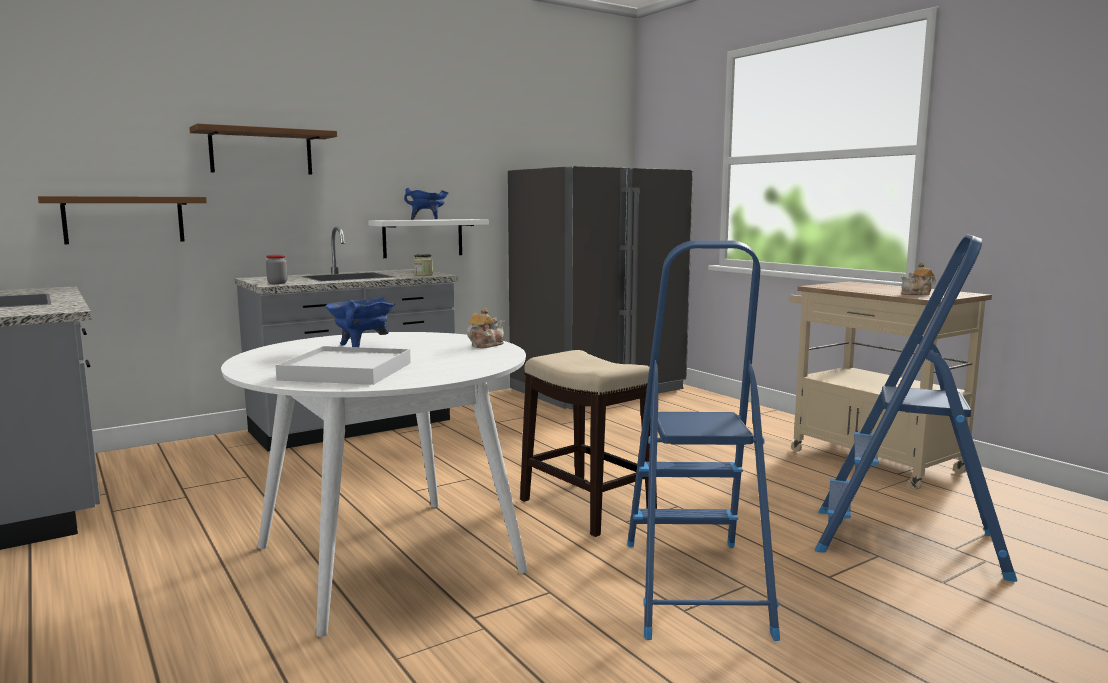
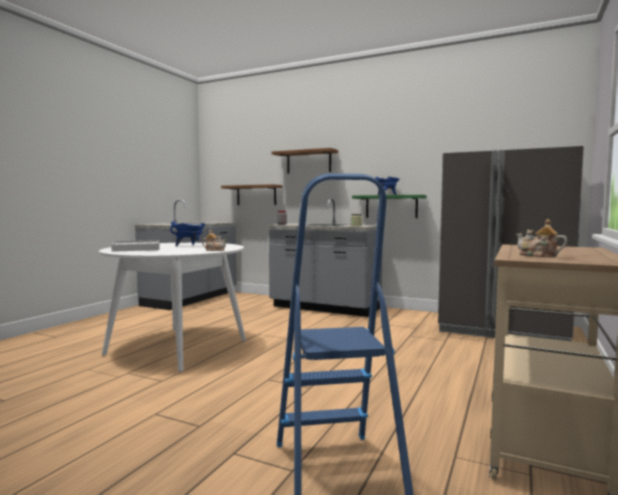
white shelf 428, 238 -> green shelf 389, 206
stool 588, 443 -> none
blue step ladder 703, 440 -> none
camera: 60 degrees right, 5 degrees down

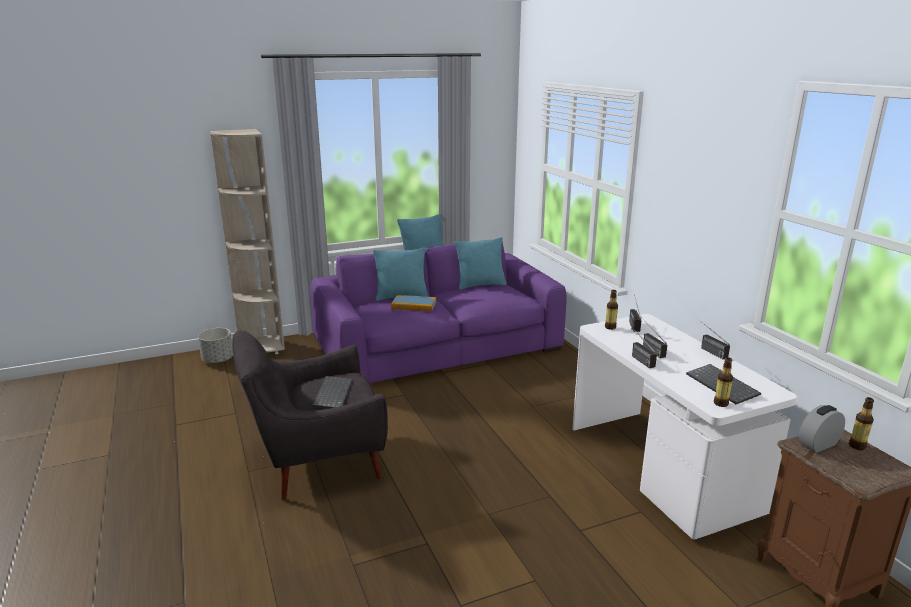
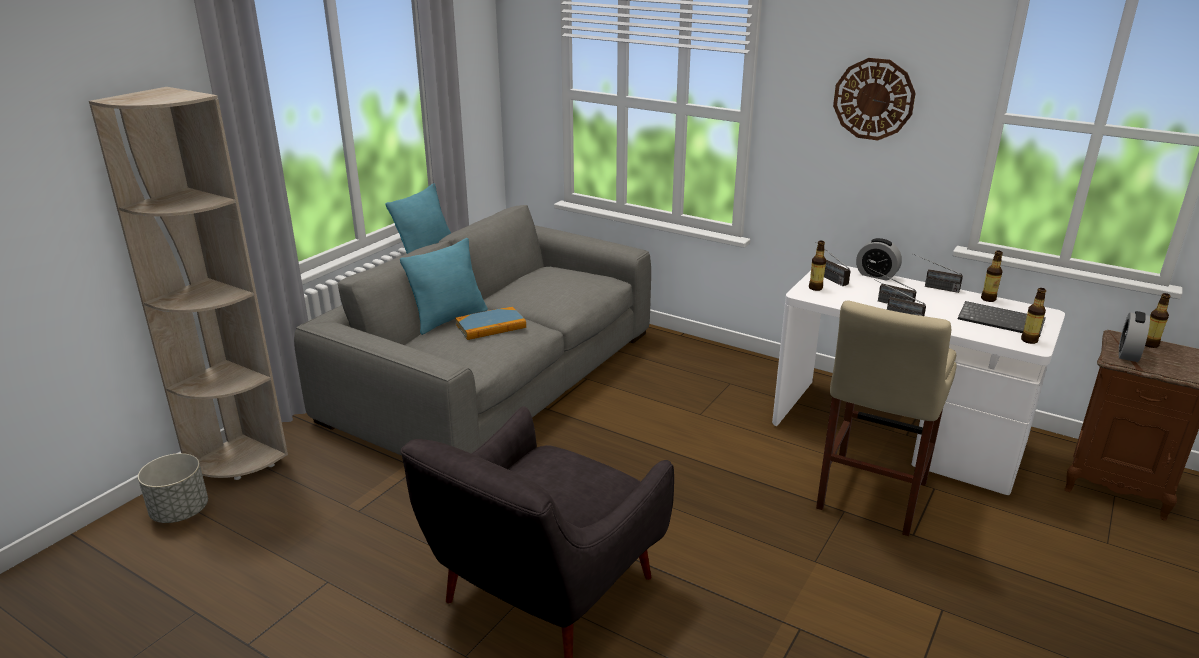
purple sofa 438, 311 -> grey sofa 472, 330
none -> beige stool 886, 418
none -> wall clock 874, 99
none -> alarm clock 879, 259
none -> bottle 992, 276
keyboard 332, 392 -> none
turquoise pillow 481, 263 -> none
camera: 35 degrees left, 5 degrees up

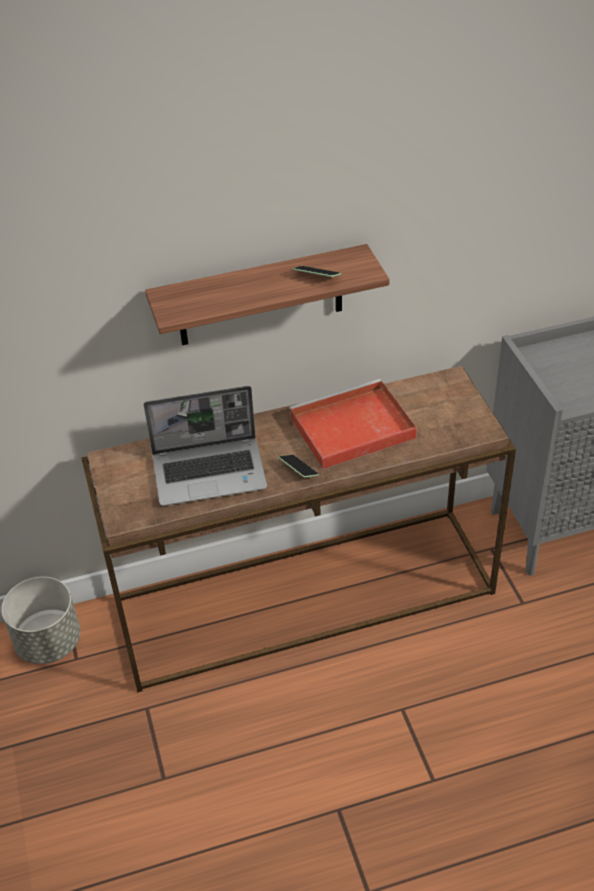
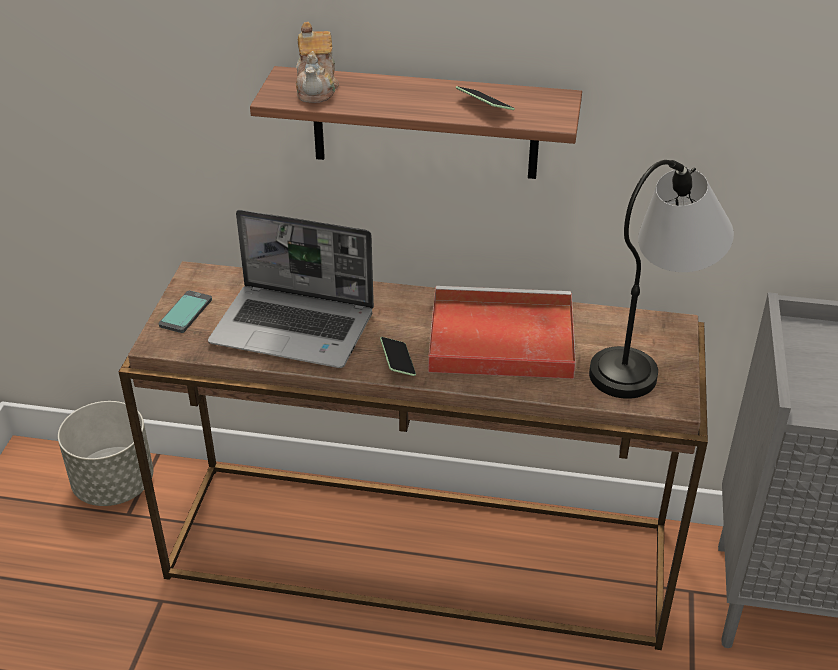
none -> phone 185, 312
none -> teapot 317, 62
none -> table lamp 661, 279
camera: 25 degrees right, 5 degrees down

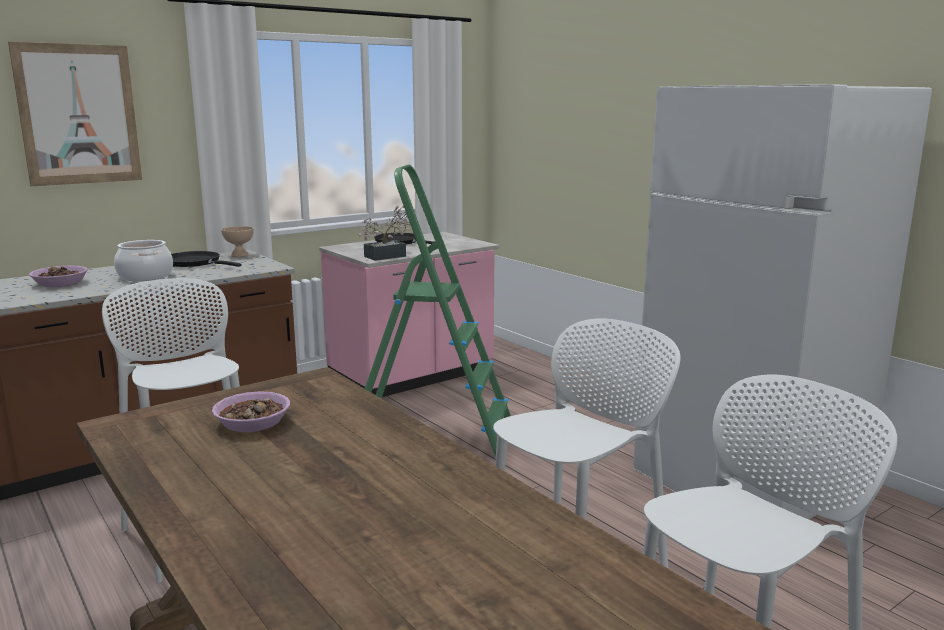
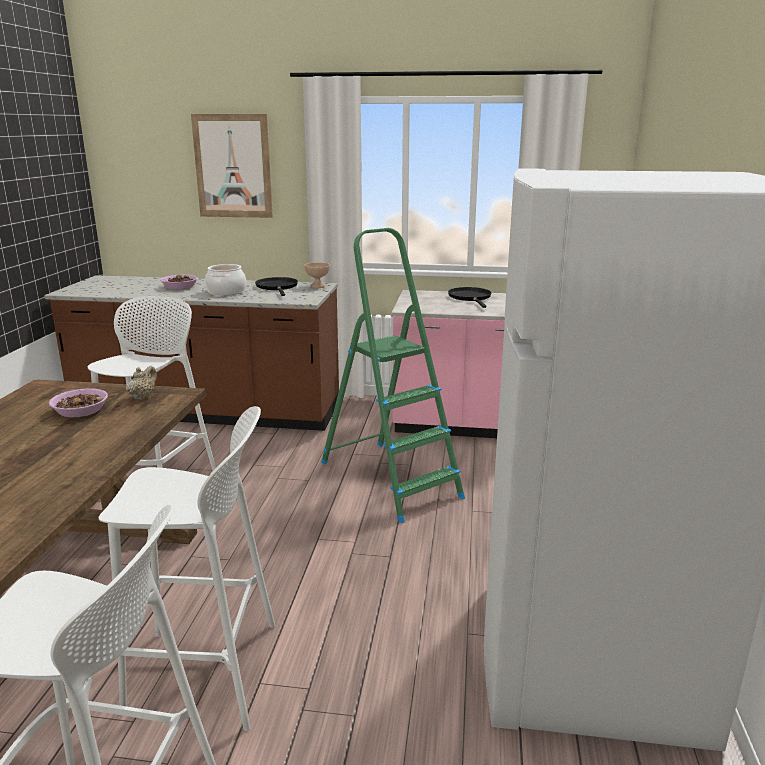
none -> beige teapot 141, 383
potted plant 386, 233 -> none
camera: 45 degrees right, 5 degrees up

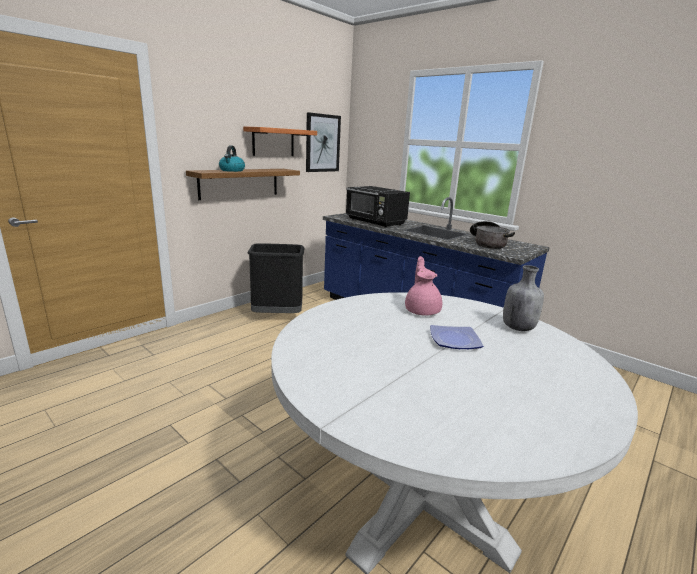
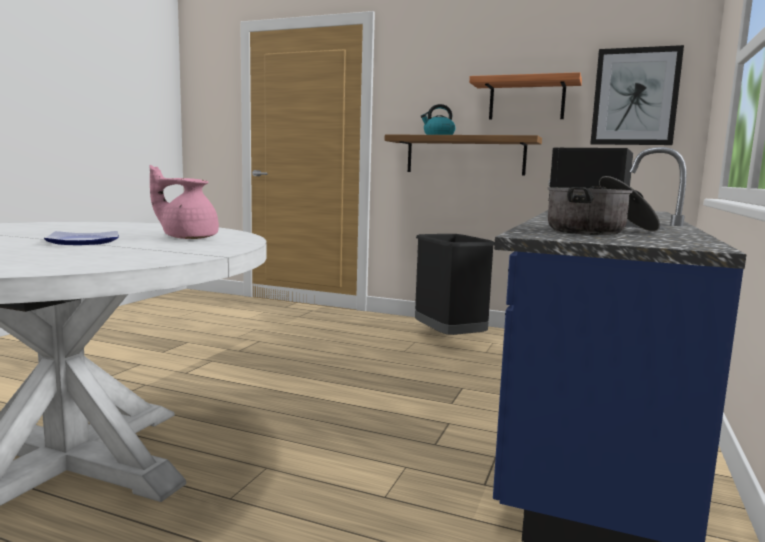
pink teapot 423, 286 -> pink teapot 184, 202, 150 degrees counterclockwise
grey bottle 523, 298 -> none
camera: 70 degrees right, 10 degrees down

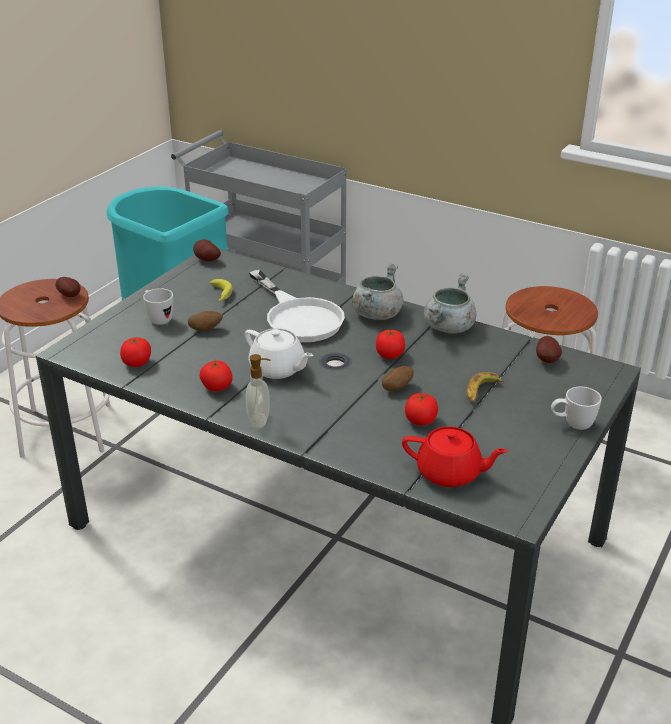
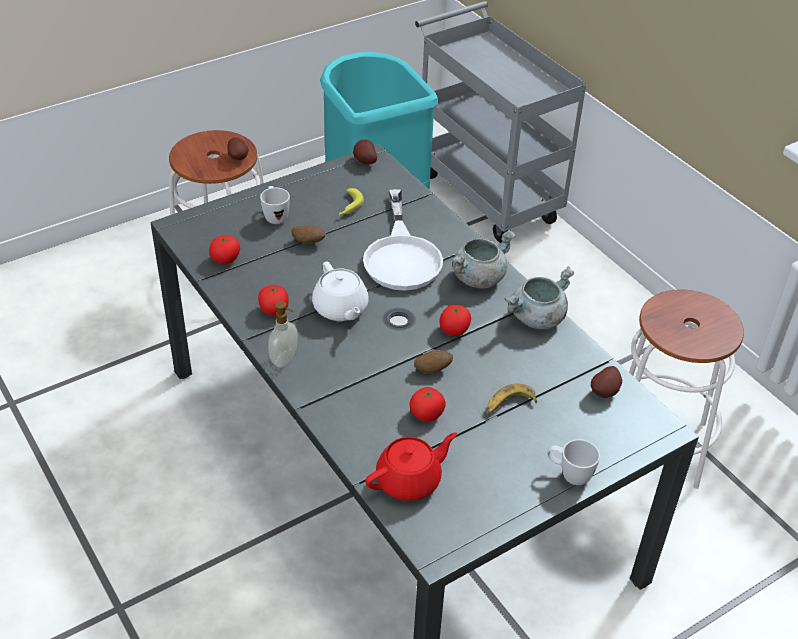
red teapot 455, 456 -> red teapot 411, 466, 75 degrees counterclockwise
camera: 25 degrees right, 10 degrees up

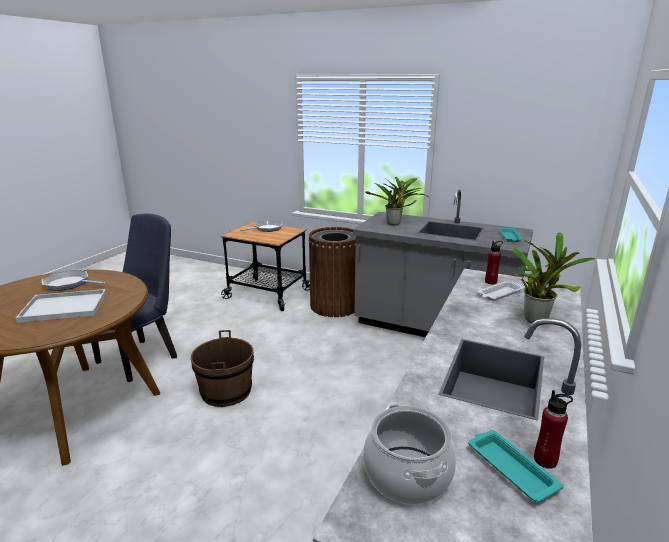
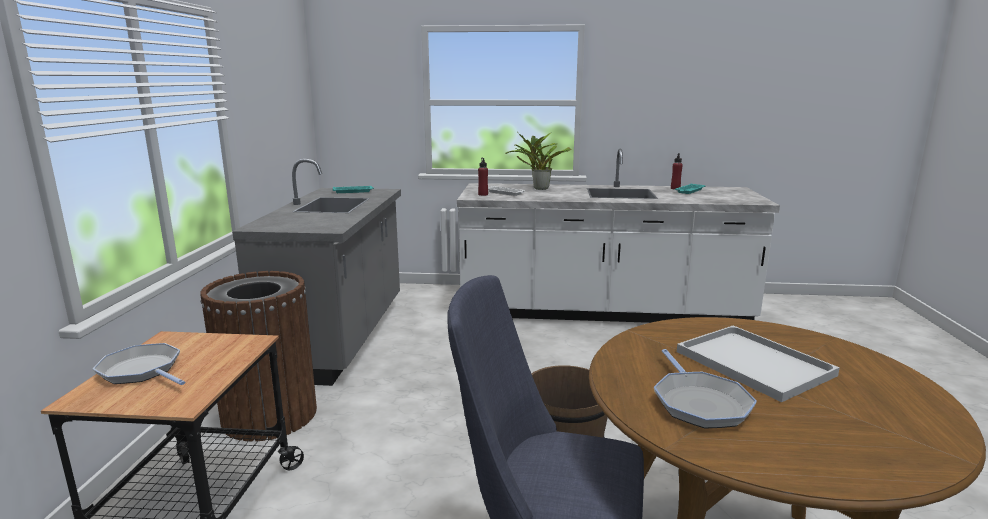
cooking pot 409, 454 -> none
potted plant 396, 201 -> none
camera: 110 degrees left, 5 degrees down

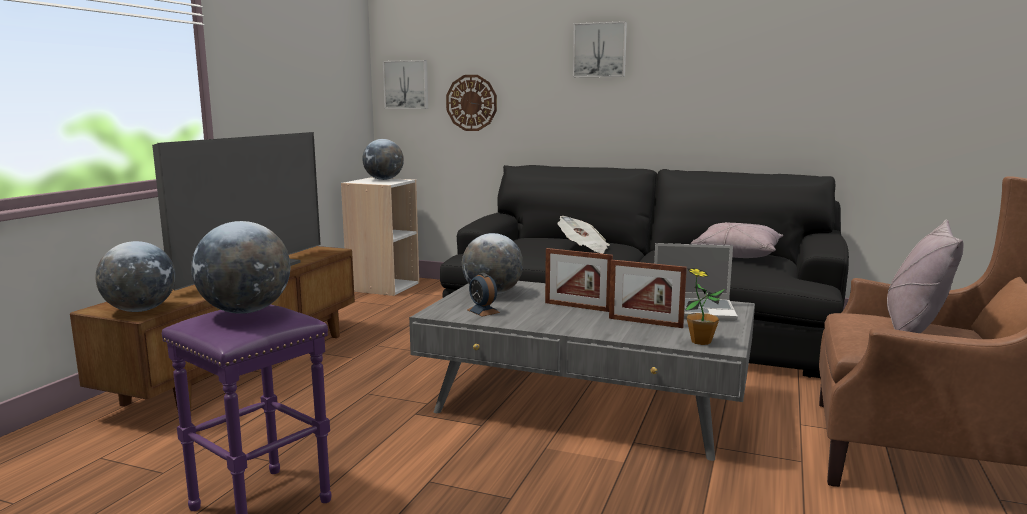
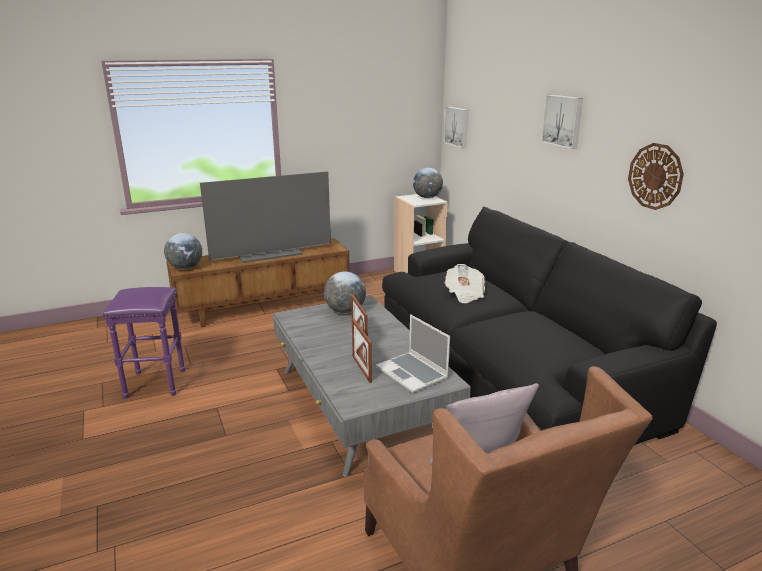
wall clock 471, 103 -> wall clock 656, 176, shifted
globe 240, 267 -> none
alarm clock 483, 295 -> none
potted plant 705, 306 -> none
purple pillow 737, 240 -> none
camera: 45 degrees right, 10 degrees up

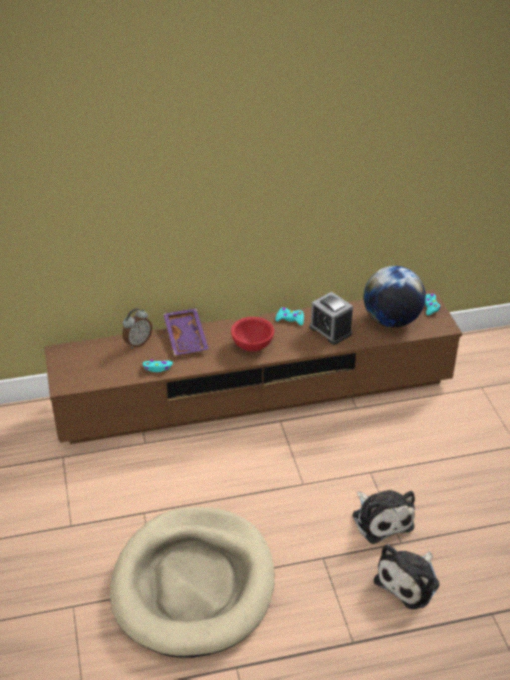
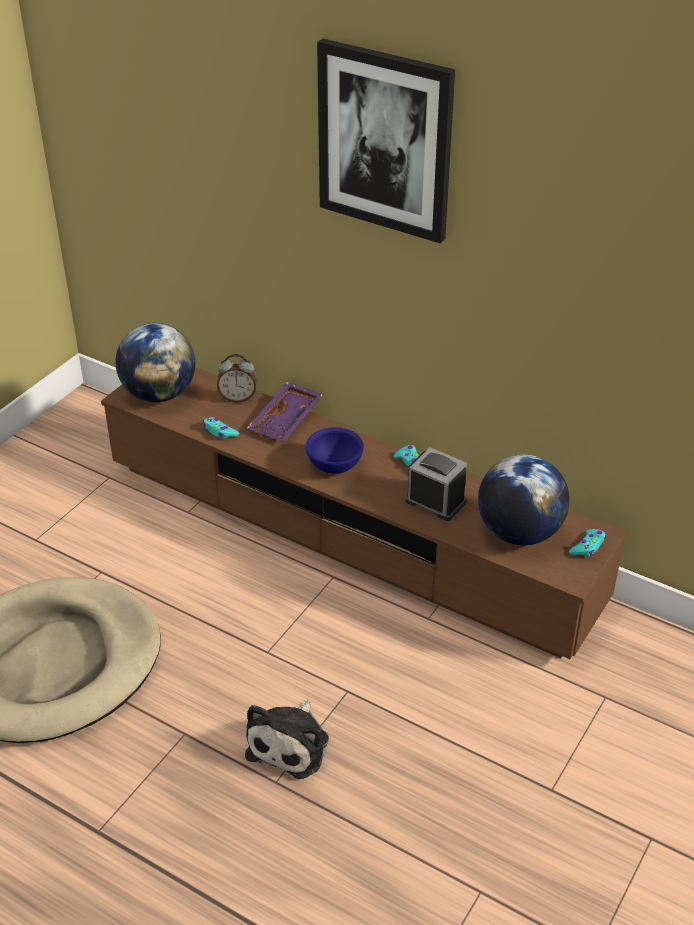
none -> globe 155, 362
red bowl 252, 334 -> blue bowl 335, 450
none -> picture 386, 141
alarm clock 331, 318 -> alarm clock 436, 484, 120 degrees clockwise
plush toy 407, 577 -> none
camera: 45 degrees right, 0 degrees up

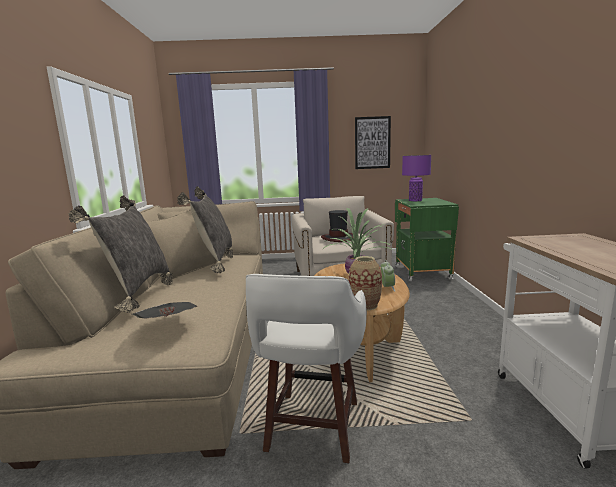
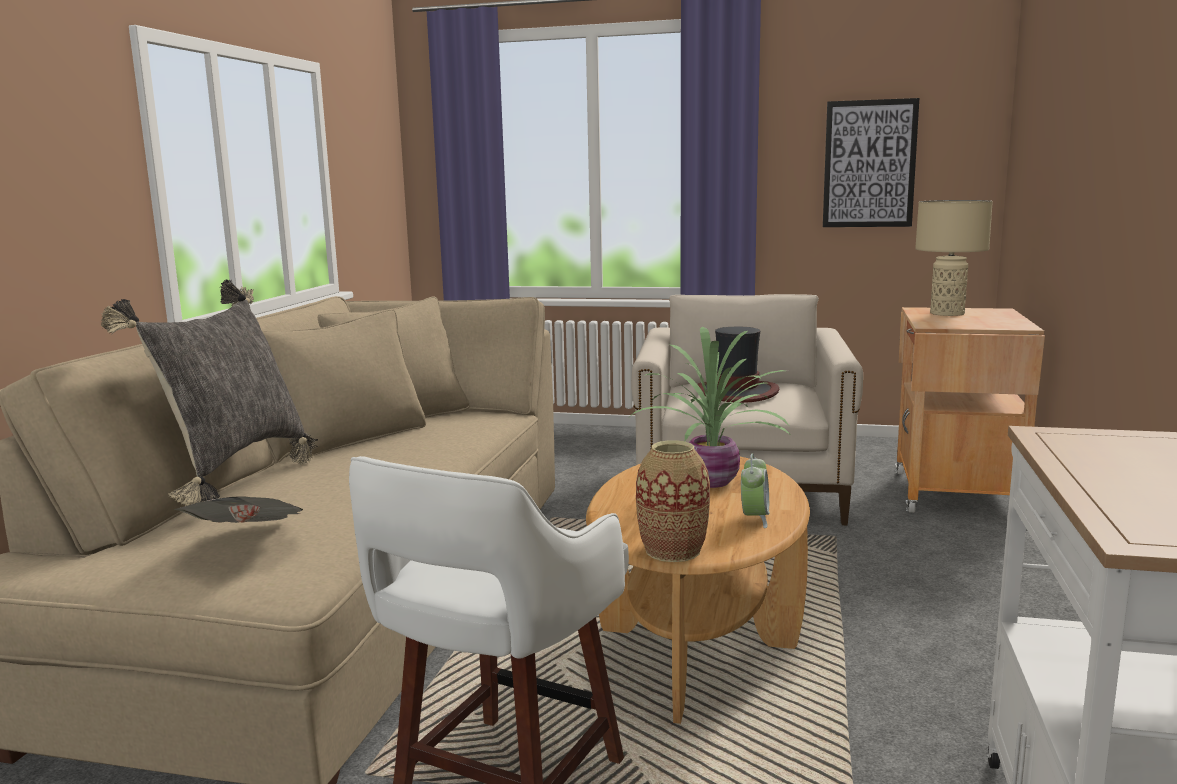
green cart 427, 239 -> brown cart 970, 410
purple table lamp 416, 178 -> beige table lamp 954, 258
pillow 205, 229 -> none
camera: 15 degrees right, 0 degrees up

